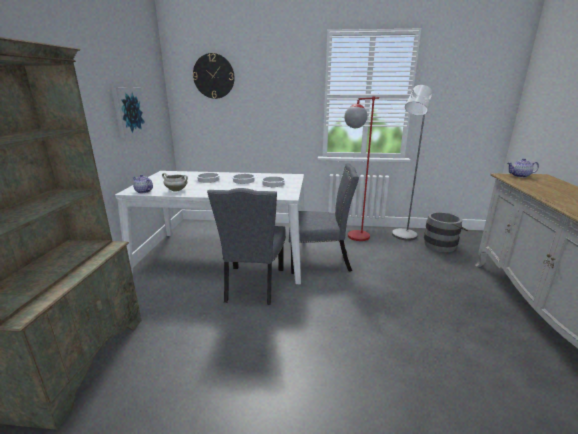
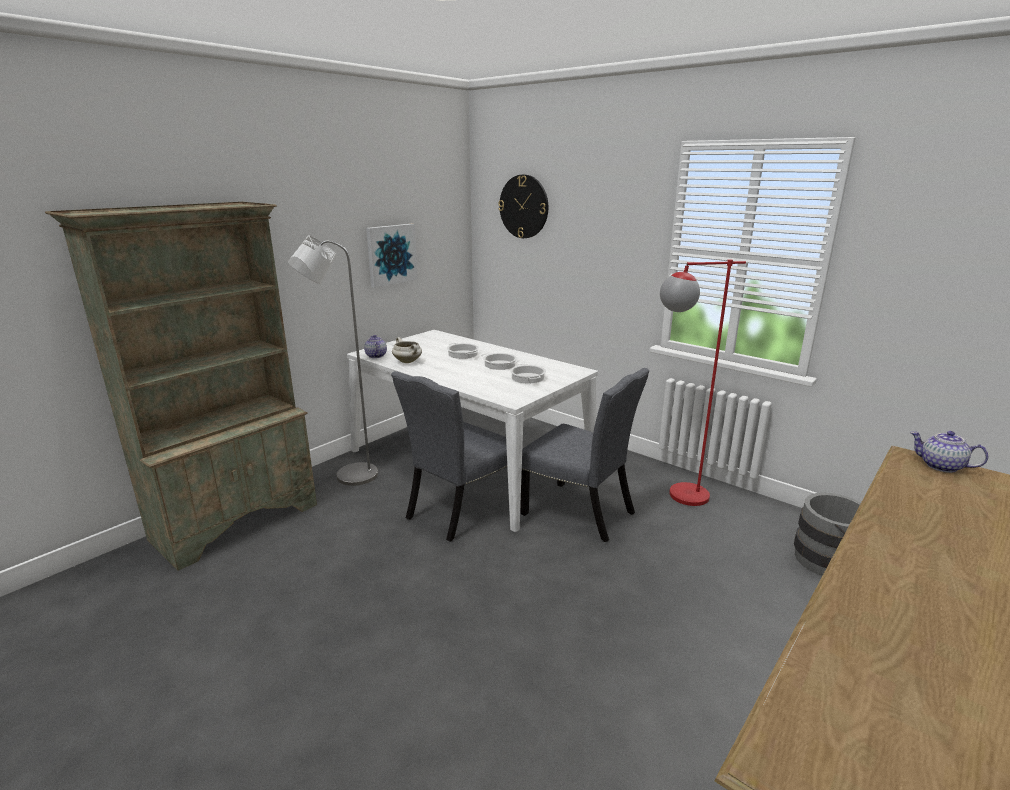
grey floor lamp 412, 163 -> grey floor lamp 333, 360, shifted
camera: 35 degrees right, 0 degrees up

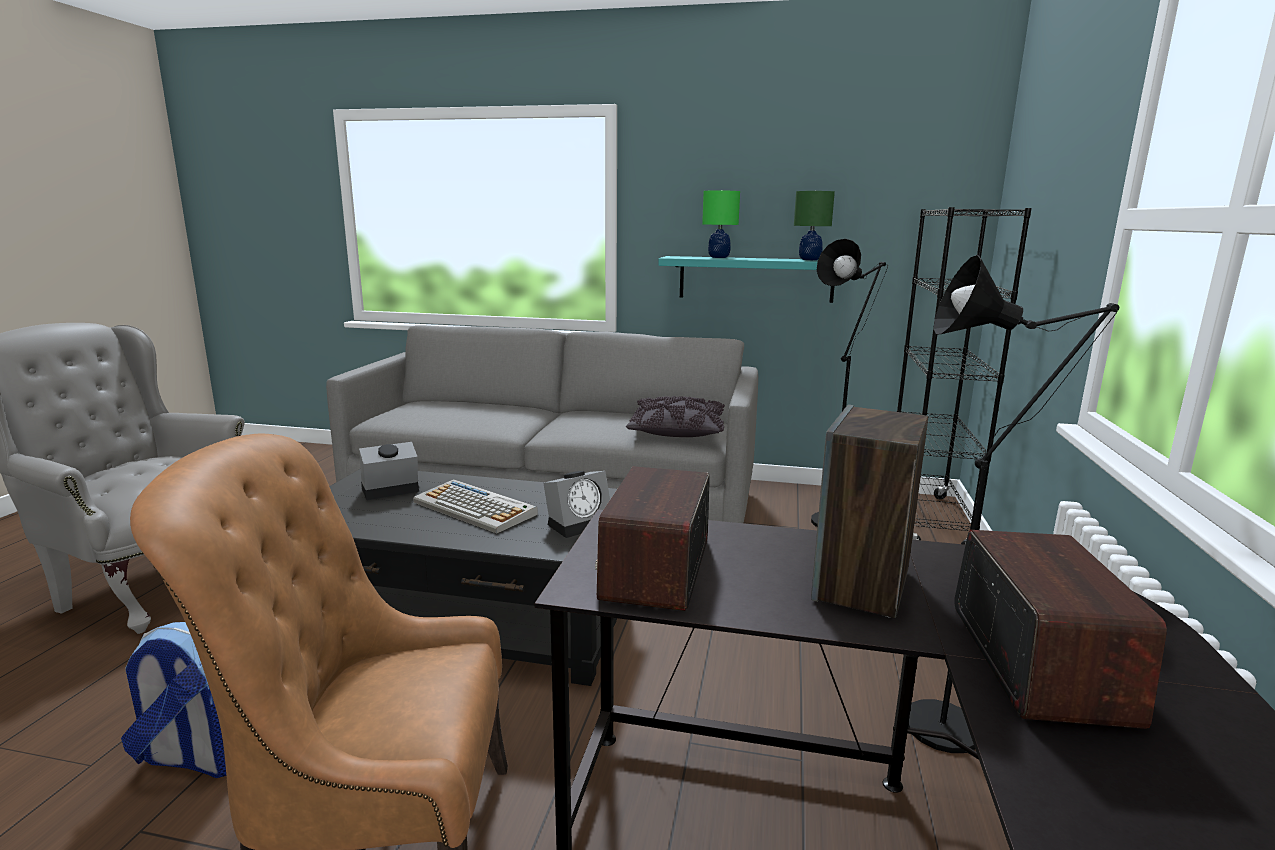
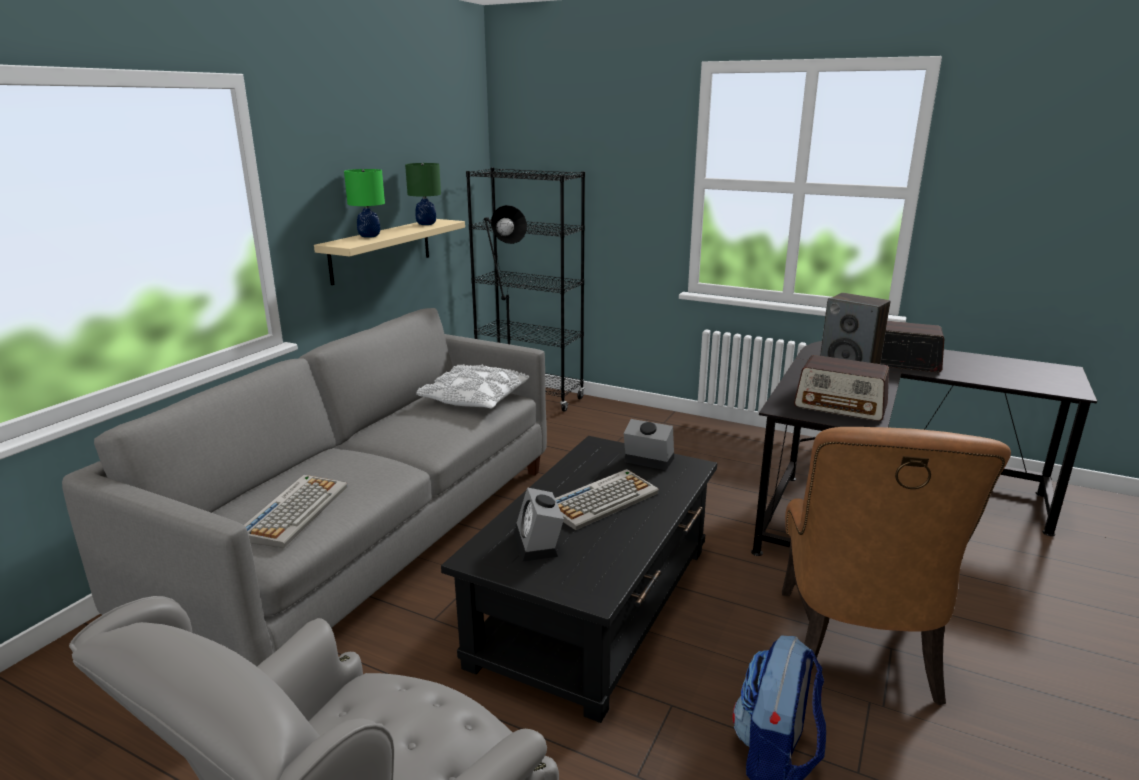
none -> keyboard 295, 511
turquoise shelf 746, 279 -> beige shelf 389, 252
black pillow 675, 416 -> white pillow 472, 386
alarm clock 576, 504 -> alarm clock 649, 444, 45 degrees counterclockwise
black floor lamp 1014, 504 -> none
camera: 75 degrees left, 5 degrees up

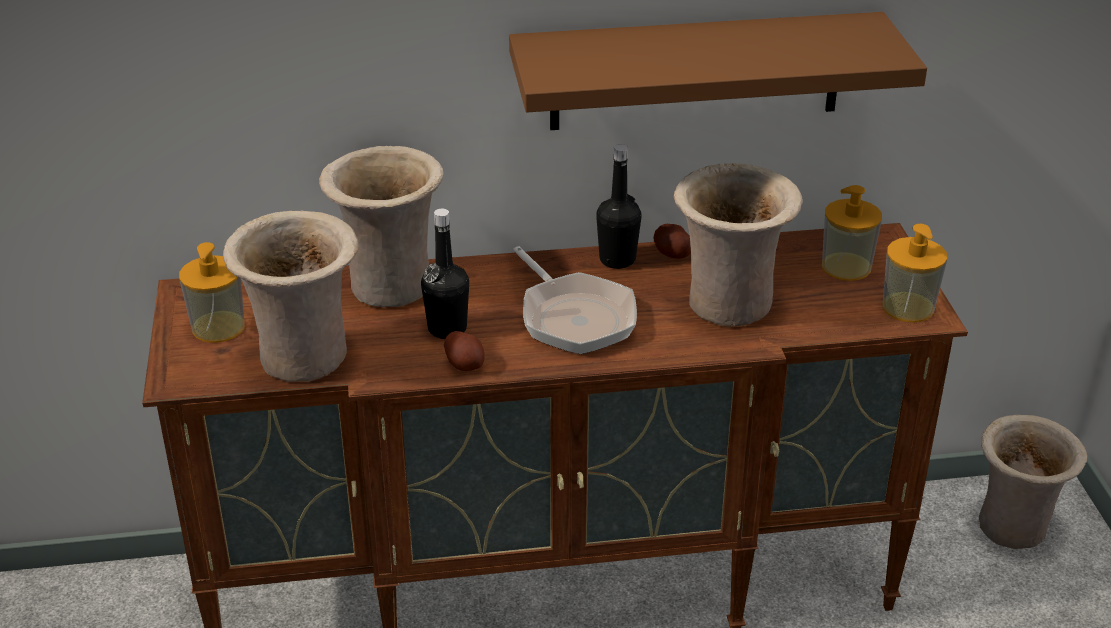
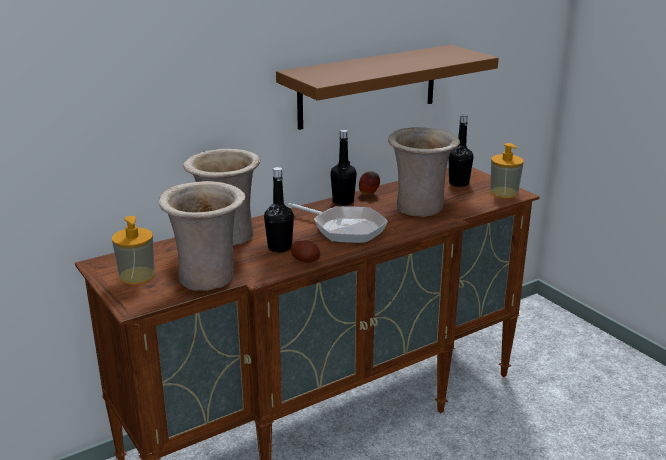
potato 672, 241 -> apple 369, 183
soap dispenser 852, 233 -> black bottle 461, 151
beige vase 1033, 482 -> none
camera: 25 degrees left, 10 degrees down

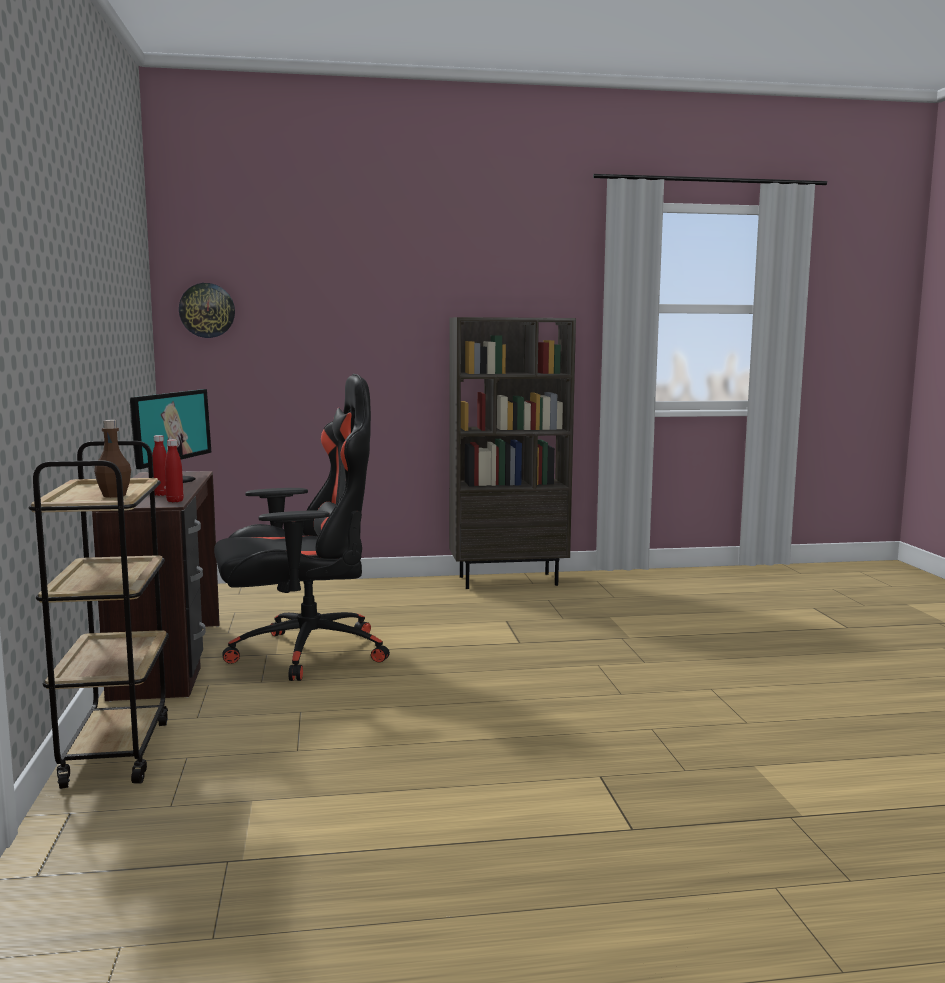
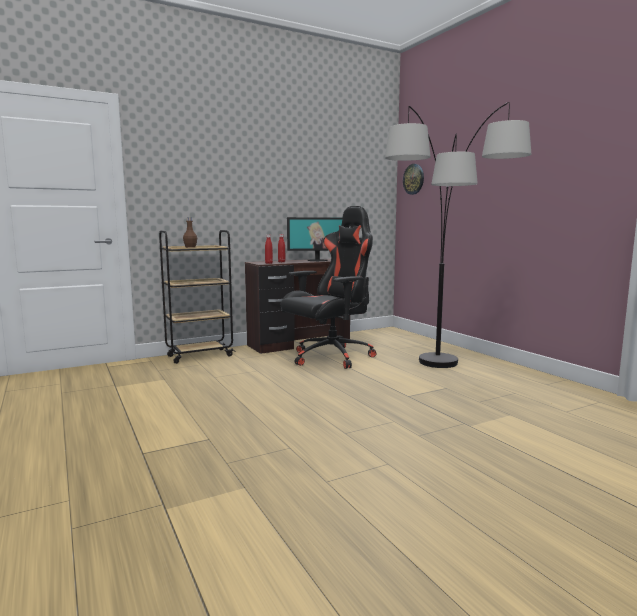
black office chair 302, 527 -> black office chair 329, 287, 90 degrees counterclockwise
none -> floor lamp 458, 235
brown bookcase 512, 453 -> none
camera: 70 degrees right, 0 degrees up

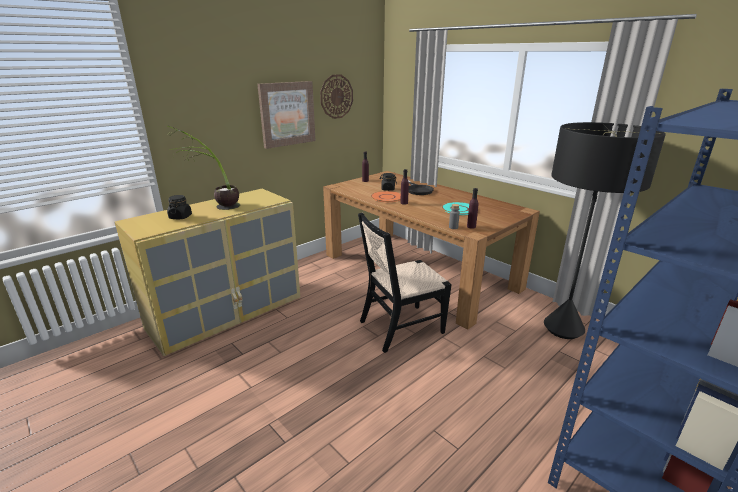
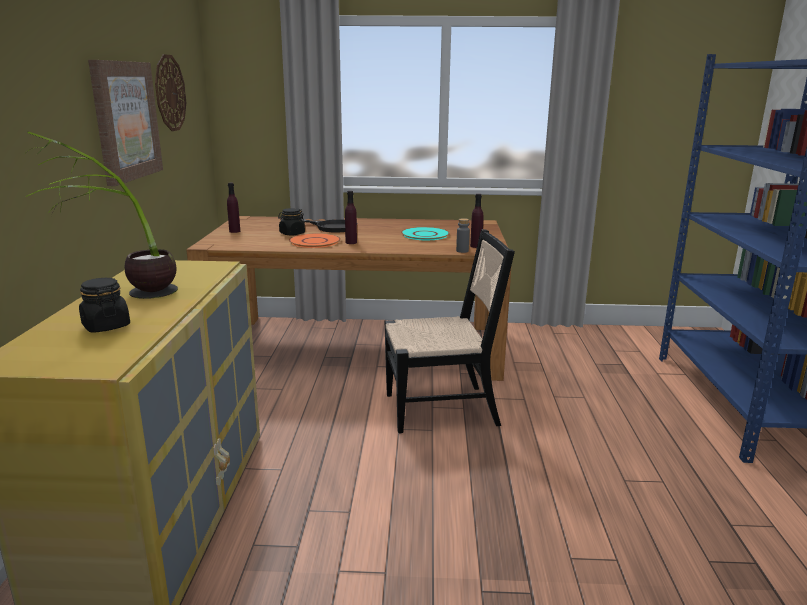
chair 405, 283 -> chair 450, 331, 120 degrees counterclockwise
black floor lamp 605, 230 -> none
camera: 45 degrees left, 5 degrees down

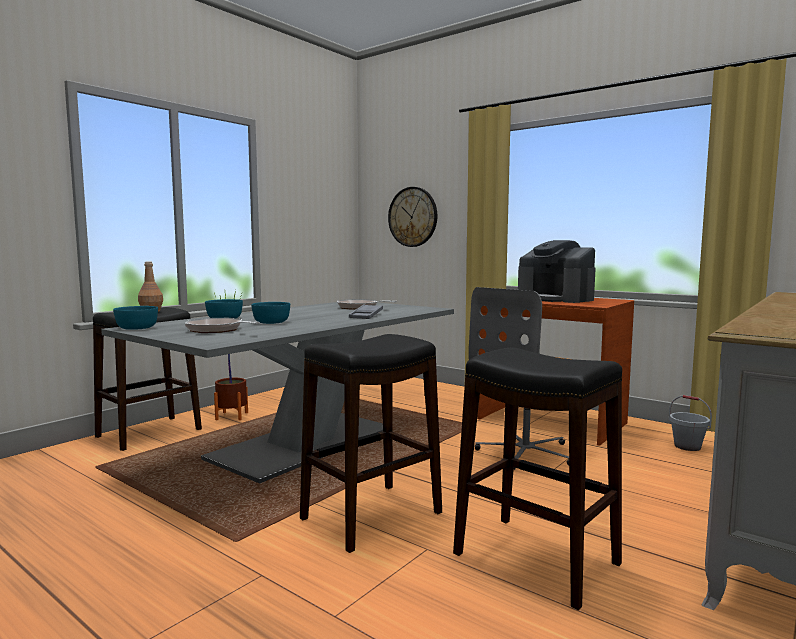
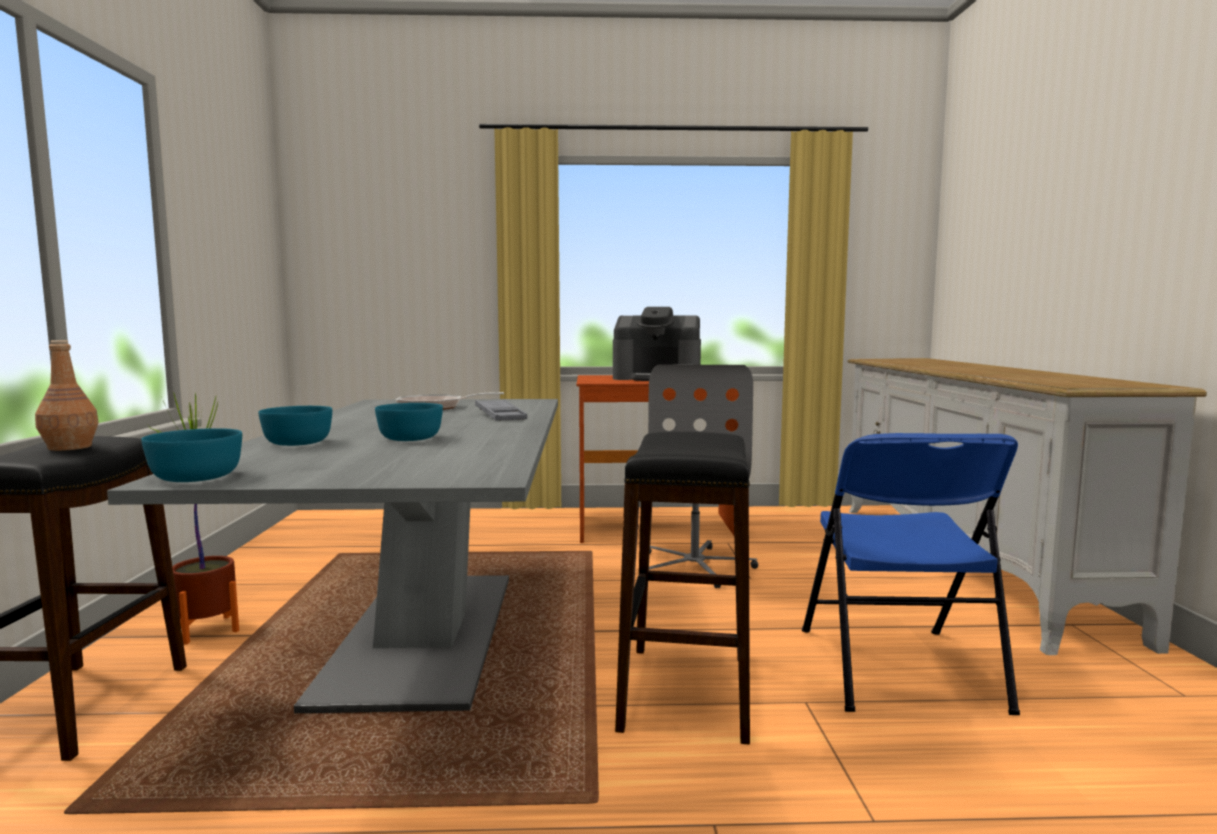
black stool 537, 478 -> blue chair 911, 574
frying pan 222, 325 -> none
wall clock 412, 217 -> none
grey bucket 690, 423 -> none
camera: 40 degrees left, 0 degrees up

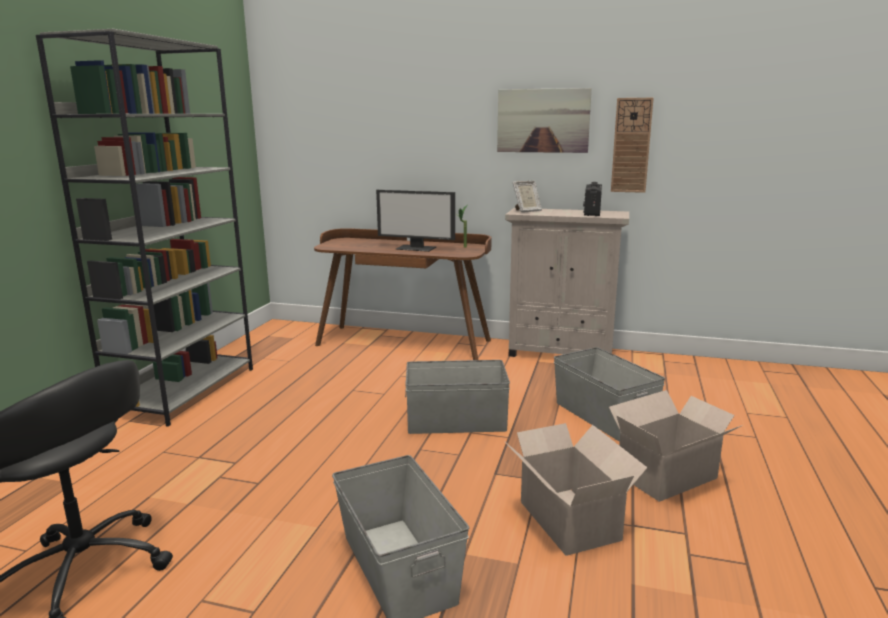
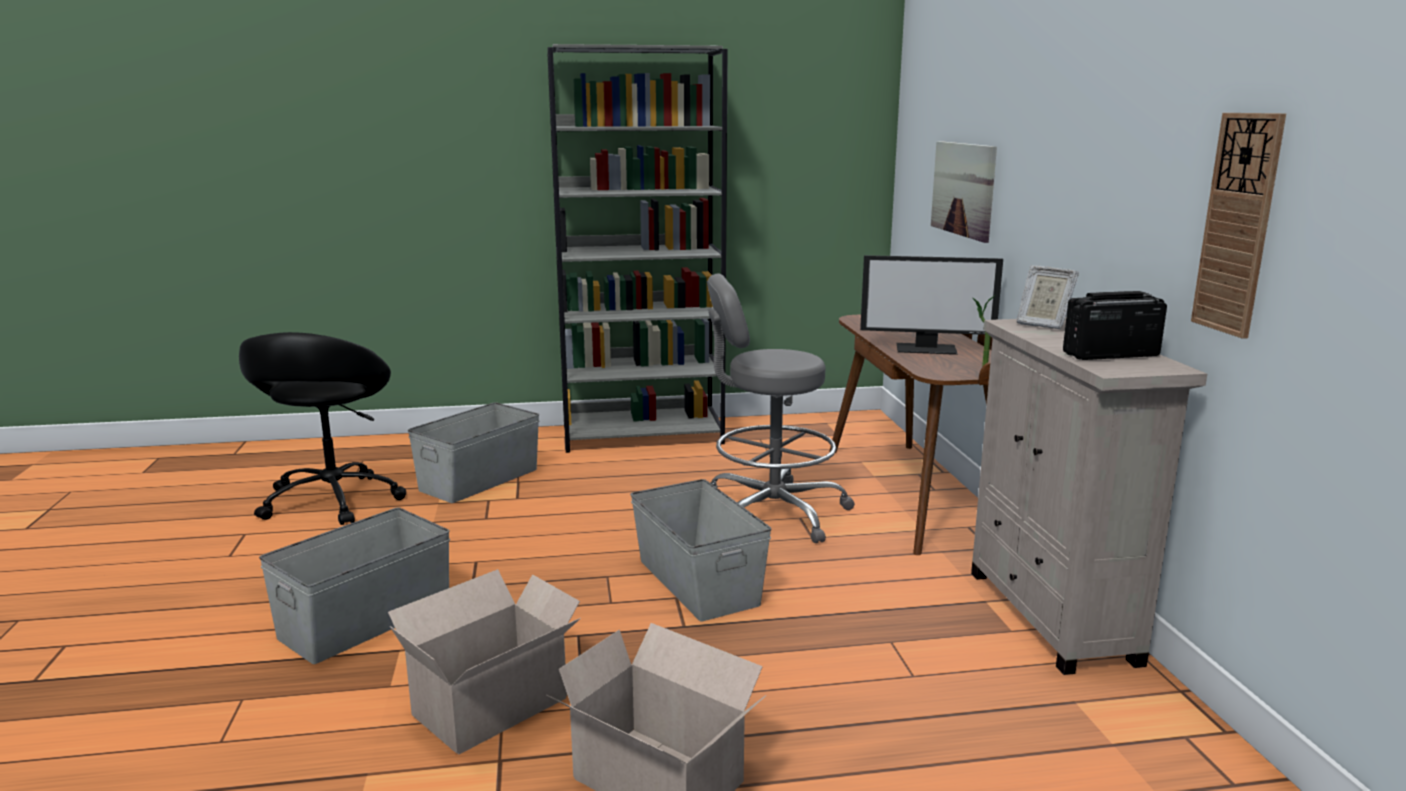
grey storage box 609, 394 -> grey storage box 473, 452, shifted
none -> grey stool 781, 408
monitor 415, 221 -> monitor 931, 305, 75 degrees counterclockwise
picture 544, 120 -> picture 964, 192, shifted
camera: 65 degrees right, 0 degrees up

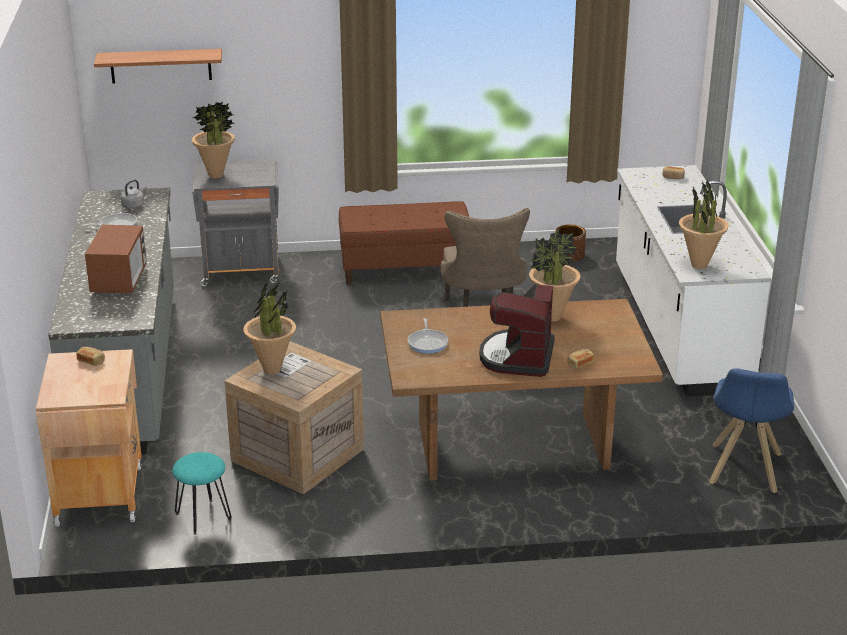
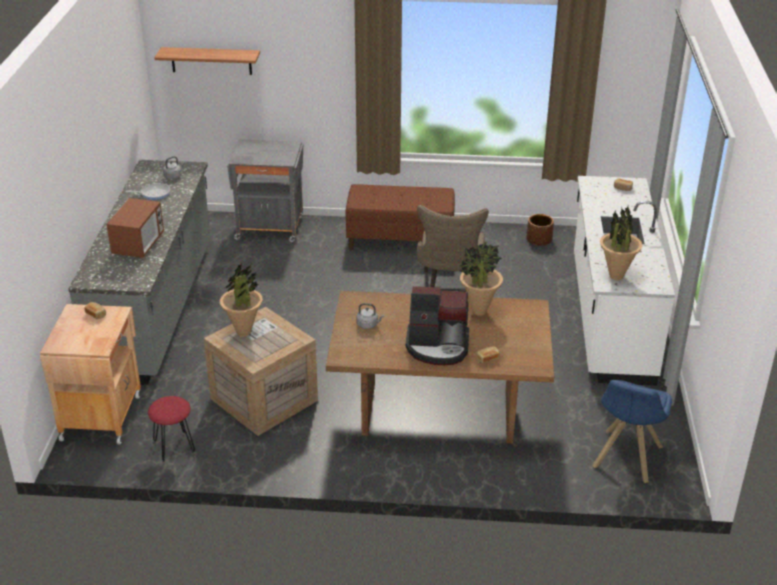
turquoise stool 202, 493 -> red stool 171, 429
frying pan 428, 336 -> grey kettle 370, 316
coffee machine 517, 330 -> coffee machine 437, 325, 105 degrees counterclockwise
potted plant 213, 140 -> none
camera: 10 degrees right, 5 degrees up

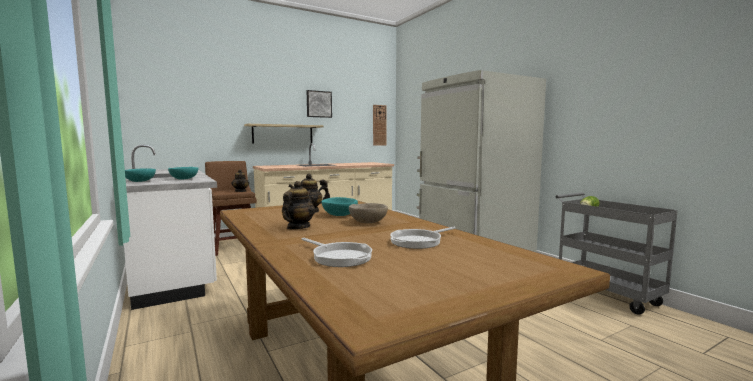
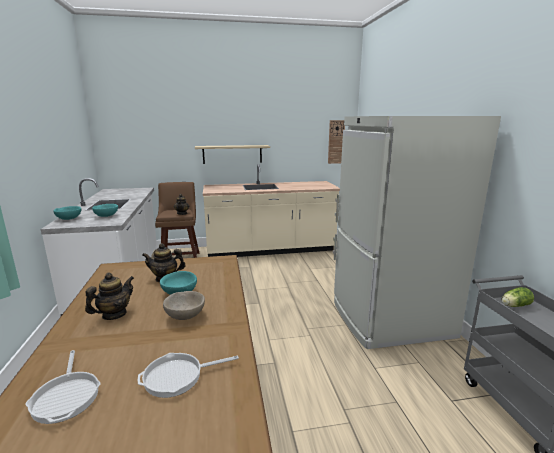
picture 319, 104 -> none
camera: 20 degrees right, 10 degrees up

